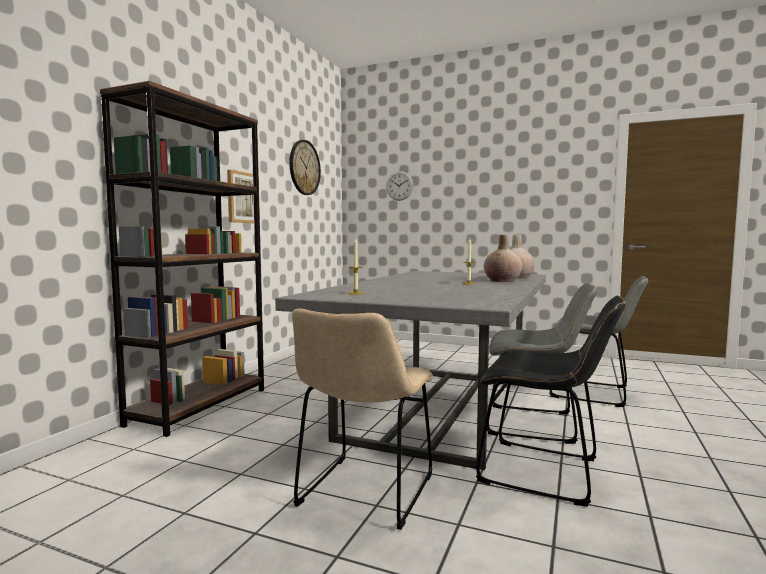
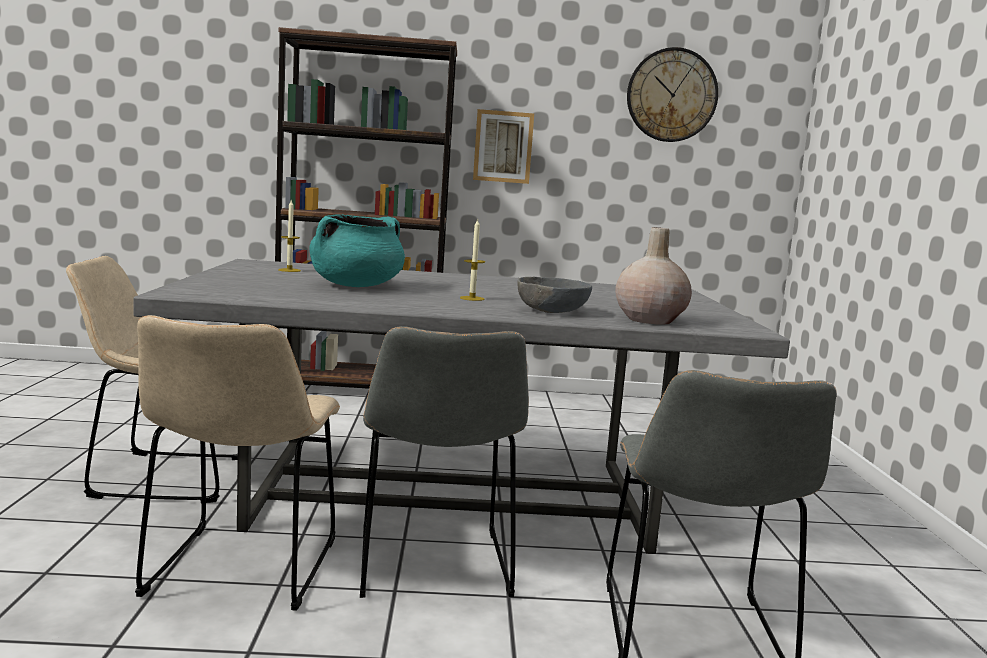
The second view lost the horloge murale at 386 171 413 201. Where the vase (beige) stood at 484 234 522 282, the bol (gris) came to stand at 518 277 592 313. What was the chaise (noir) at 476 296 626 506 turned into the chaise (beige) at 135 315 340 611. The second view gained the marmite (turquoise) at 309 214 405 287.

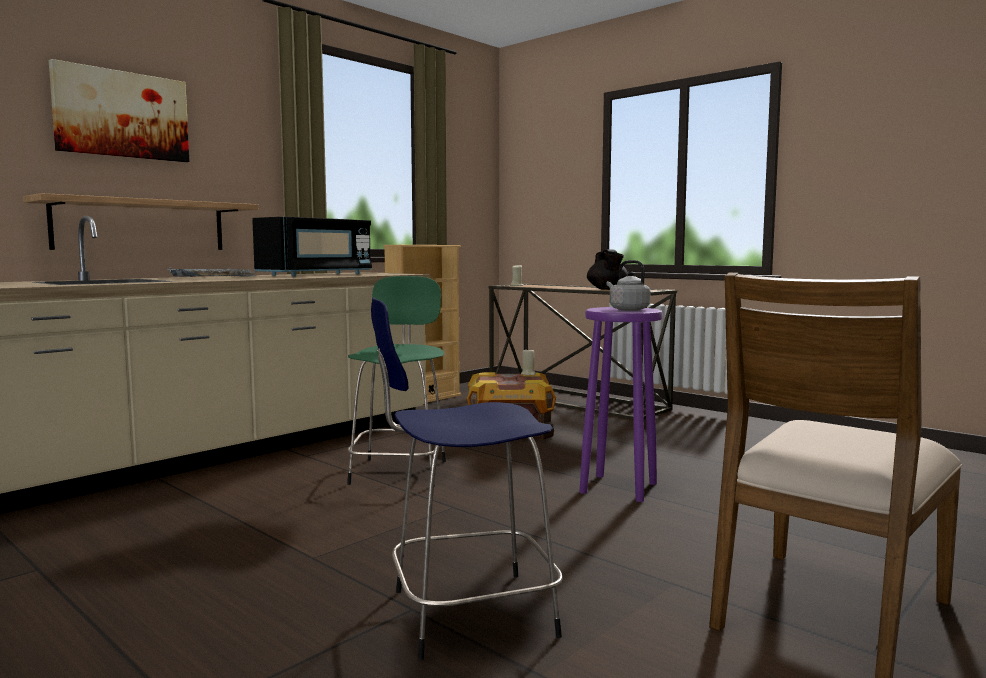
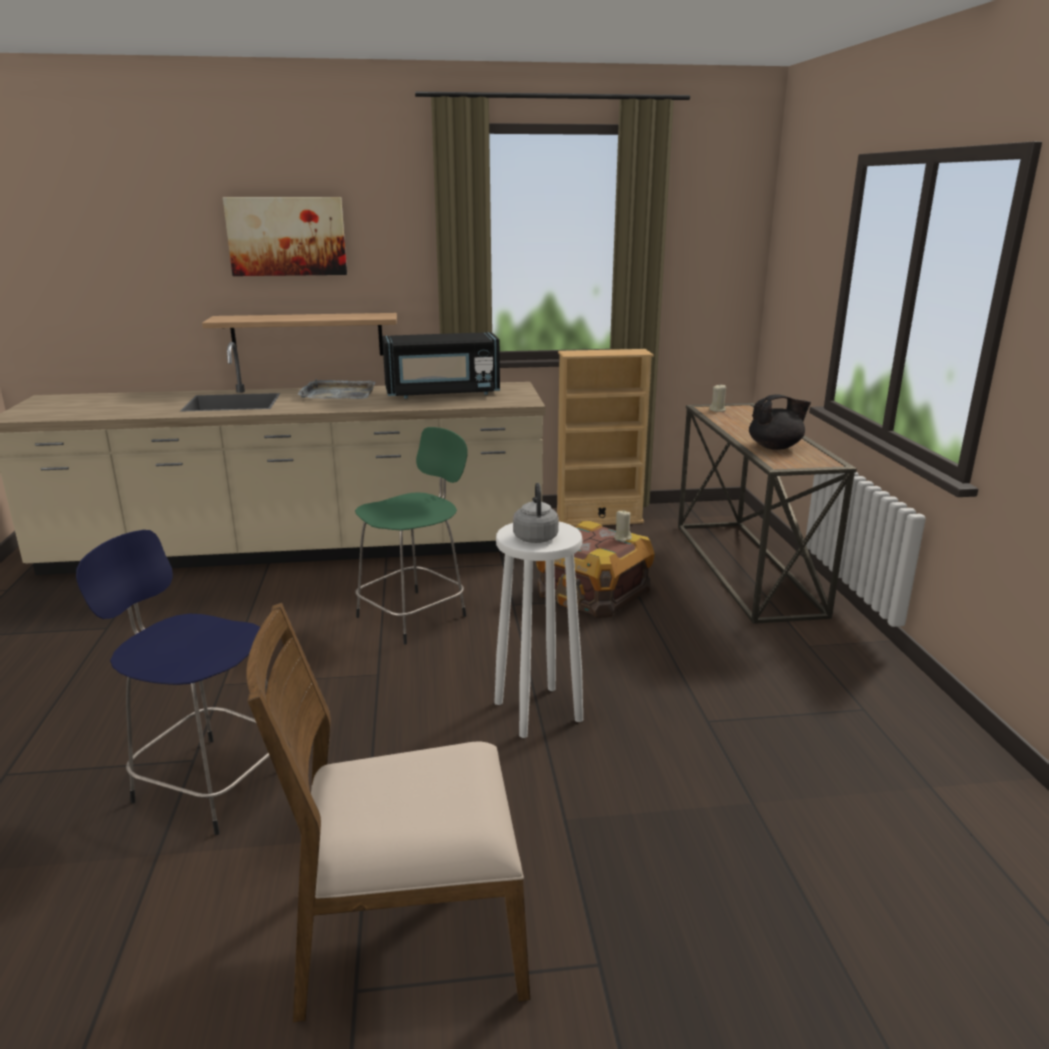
The théière (noir) at 587 249 628 290 ended up facing another way, 135 degrees counterclockwise from before. What was the tabouret (violet) at 579 307 663 502 turned into the tabouret (blanc) at 494 522 583 738.

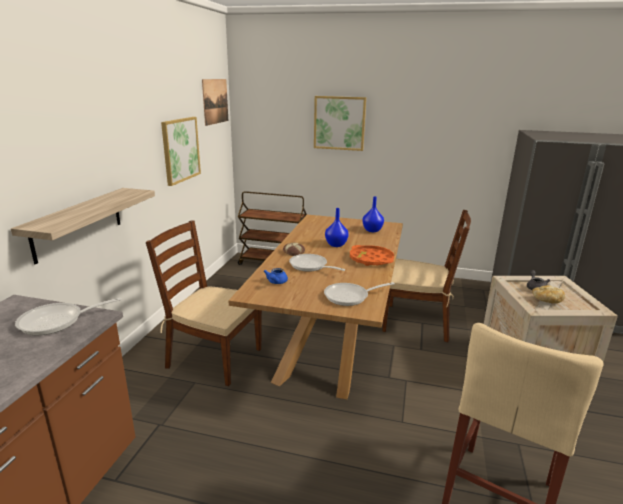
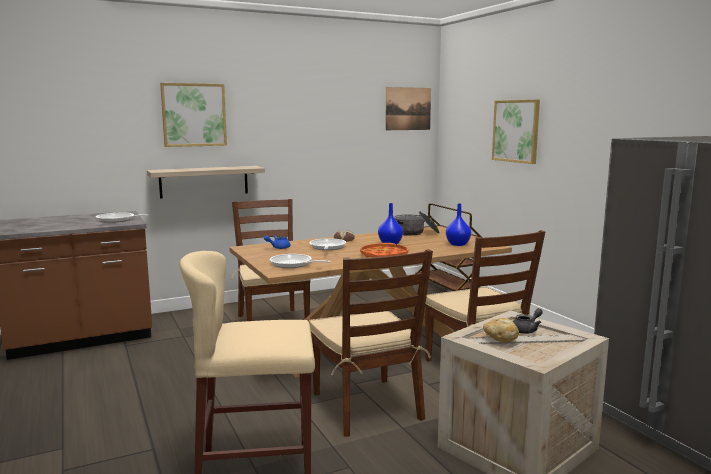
The tableau ended up elsewhere, having gone from 161 117 201 186 to 160 83 227 147. The second view gained the marmite at 394 211 440 236. The second view gained the chaise (marron) at 309 249 433 437.

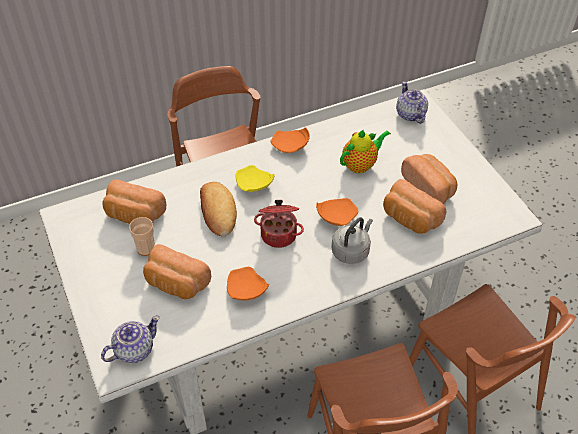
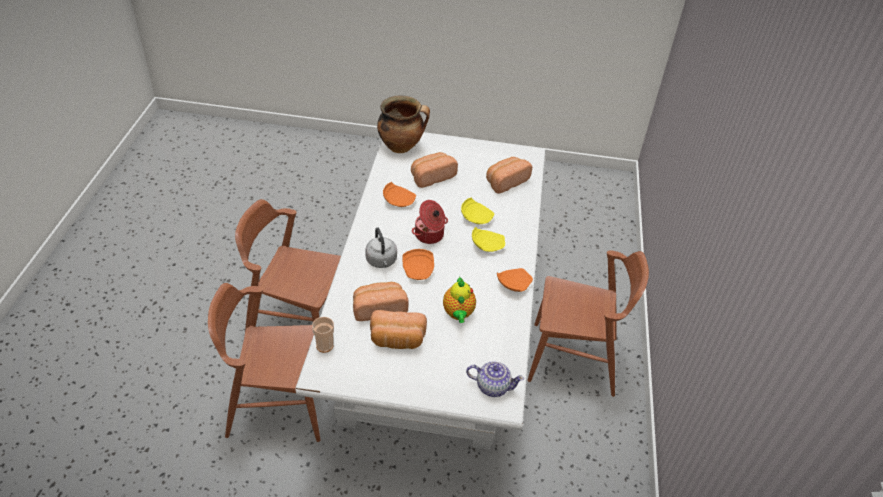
Where the pain stood at 200 182 237 236, the assiette (jaune) came to stand at 461 198 494 224. The tasse ended up elsewhere, having gone from 129 217 155 256 to 312 317 334 353. Where the théière stood at 101 316 160 363, the marmite came to stand at 377 96 430 153.

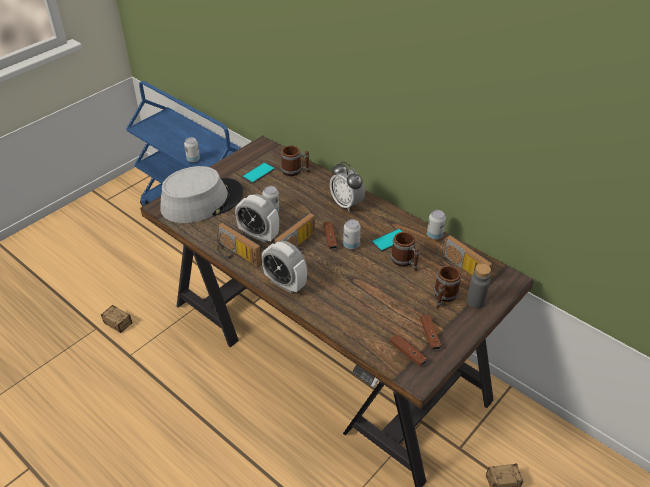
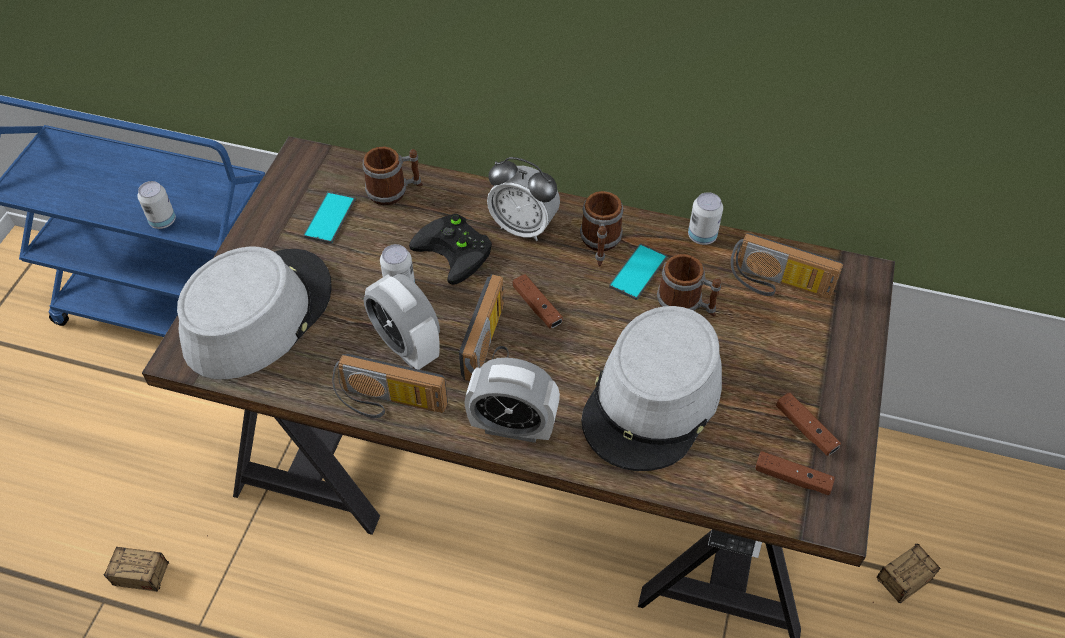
The réveil at 235 194 279 243 ended up facing another way, 45 degrees clockwise from before. The second view lost the boîte métallique at 343 219 361 249. The second view lost the bouteille (gris) at 467 264 491 308. The mug ended up elsewhere, having gone from 433 265 461 309 to 580 191 623 267. The second view gained the manette (noir) at 409 214 492 285. The second view gained the chapeau (gris) at 581 306 722 471.

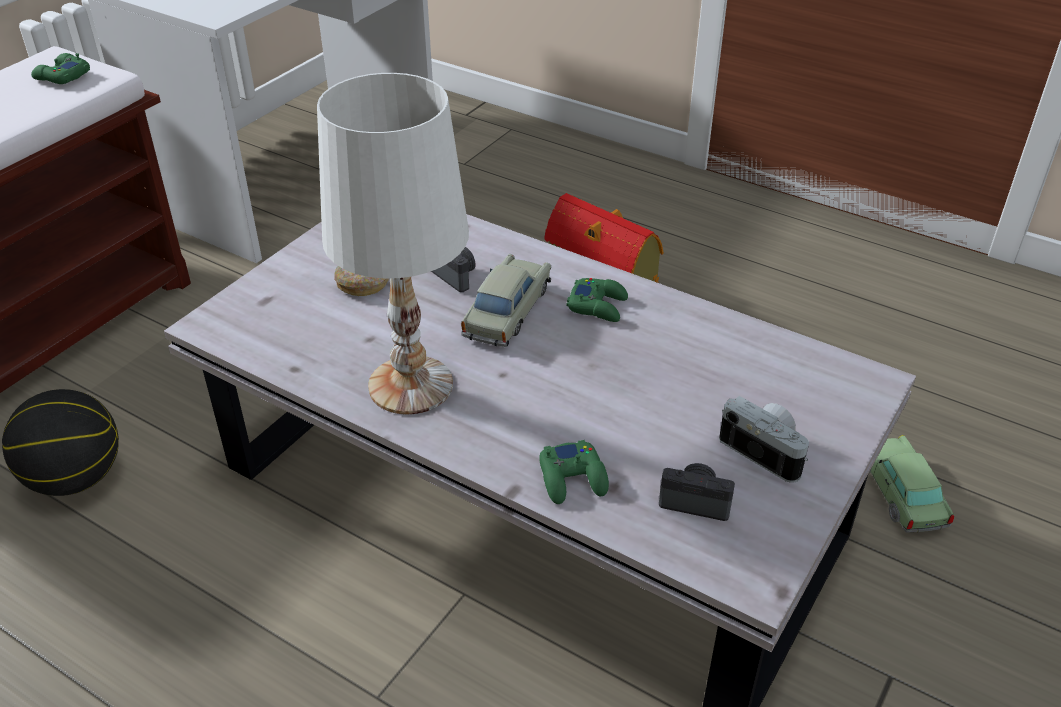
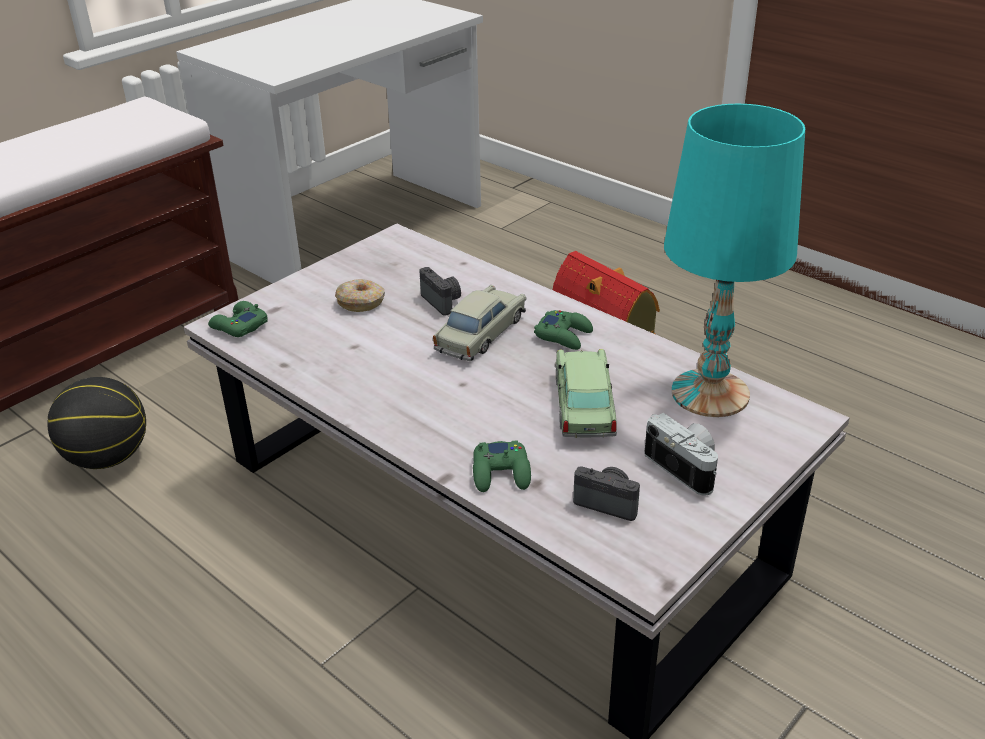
The manette (vert) ended up elsewhere, having gone from 31 53 90 84 to 208 301 268 337. The second view lost the lampe de table (blanc) at 317 73 469 415. The petite voiture ended up elsewhere, having gone from 869 435 954 533 to 555 349 617 438. The second view gained the lampe de table (turquoise) at 664 104 805 417.

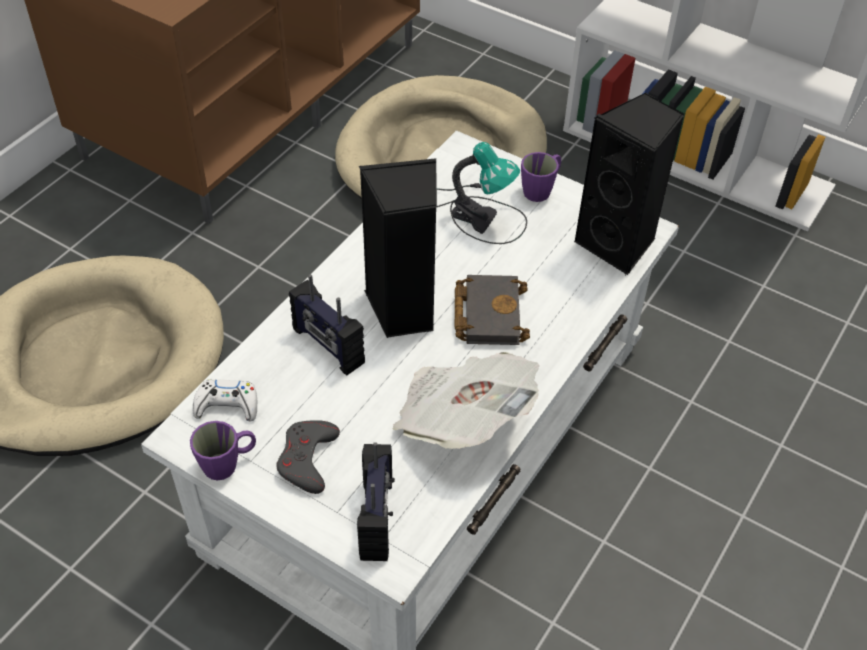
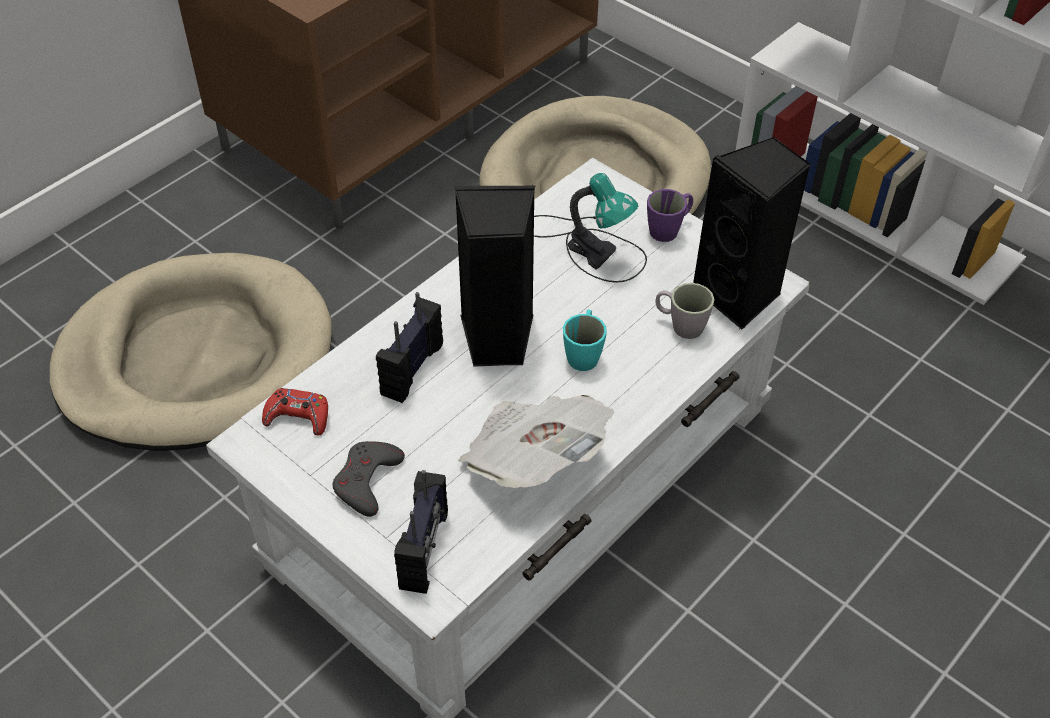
The radio at 289 274 365 375 ended up facing another way, 60 degrees clockwise from before. Where the livre (noir) stood at 455 275 530 345, the mug (turquoise) came to stand at 563 309 607 371. What was the manette (blanc) at 193 379 257 421 turned into the manette (rouge) at 262 388 328 435. The second view lost the mug (violet) at 190 421 256 480. The second view gained the mug (gris) at 655 283 715 339.

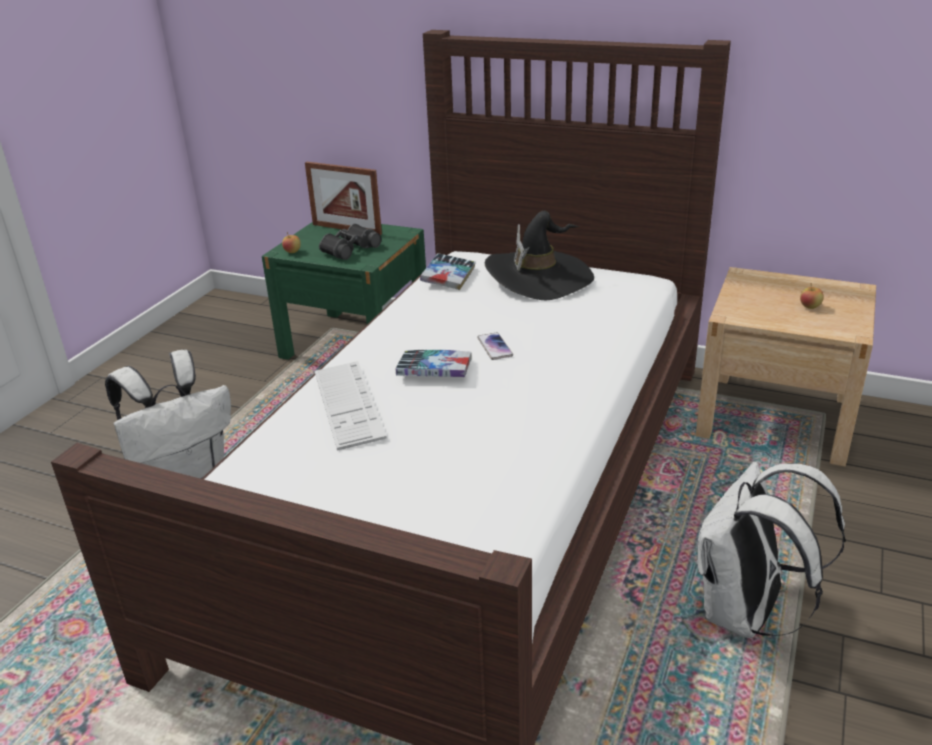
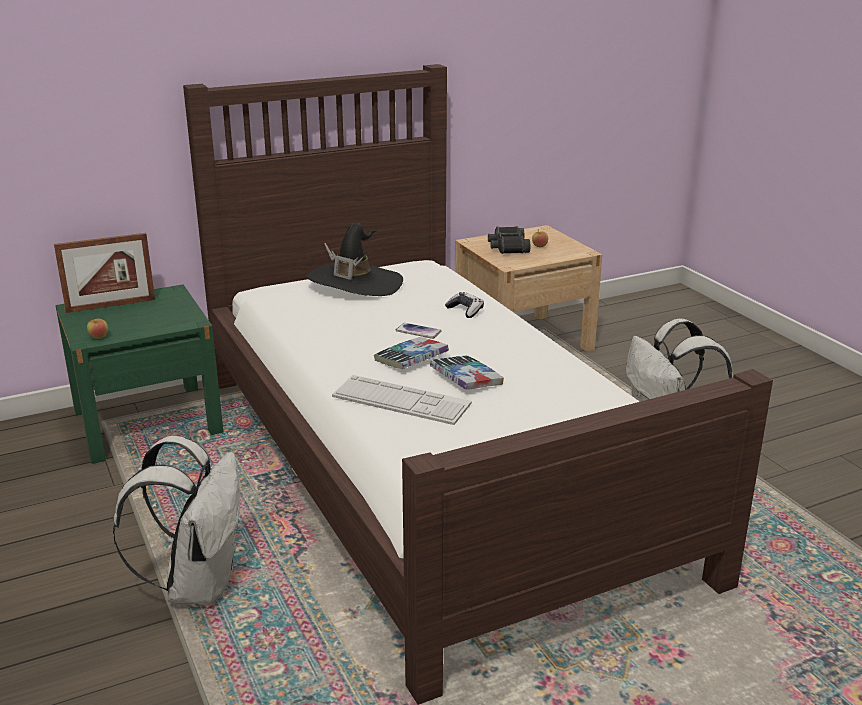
The jumelles (noir) ended up elsewhere, having gone from 319 224 381 260 to 488 226 530 254. The livre ended up elsewhere, having gone from 420 253 476 290 to 430 355 504 390. The second view gained the manette at 445 292 484 318.

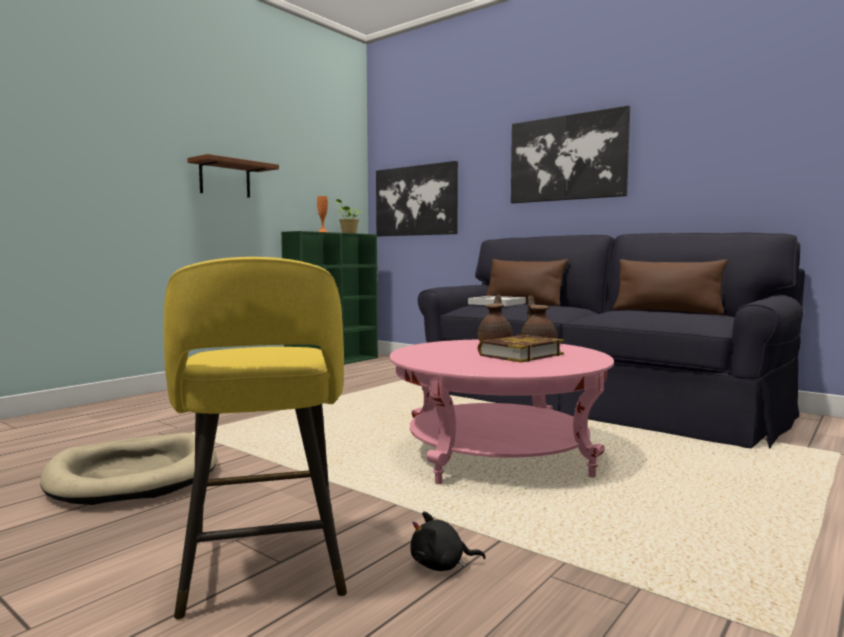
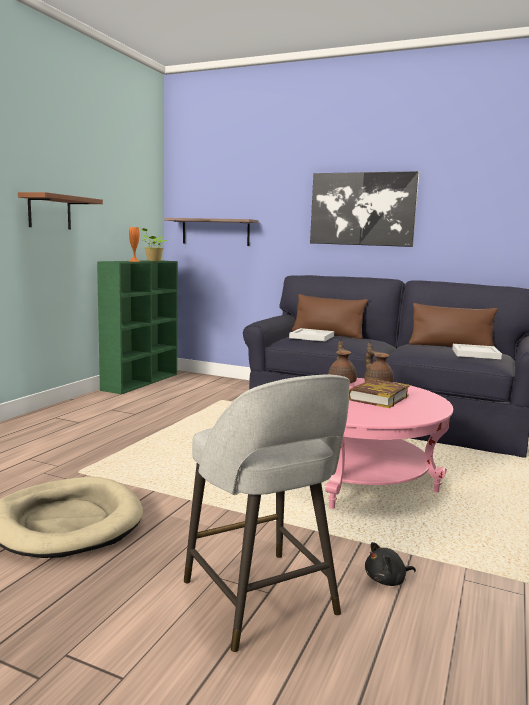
Where the tableau hung at 376 161 458 236, the étagère came to hang at 164 218 259 246. What was the tabouret (jaune) at 164 257 347 620 turned into the tabouret (gris) at 184 375 350 652. The second view gained the plateau (blanc) at 452 344 502 359.

